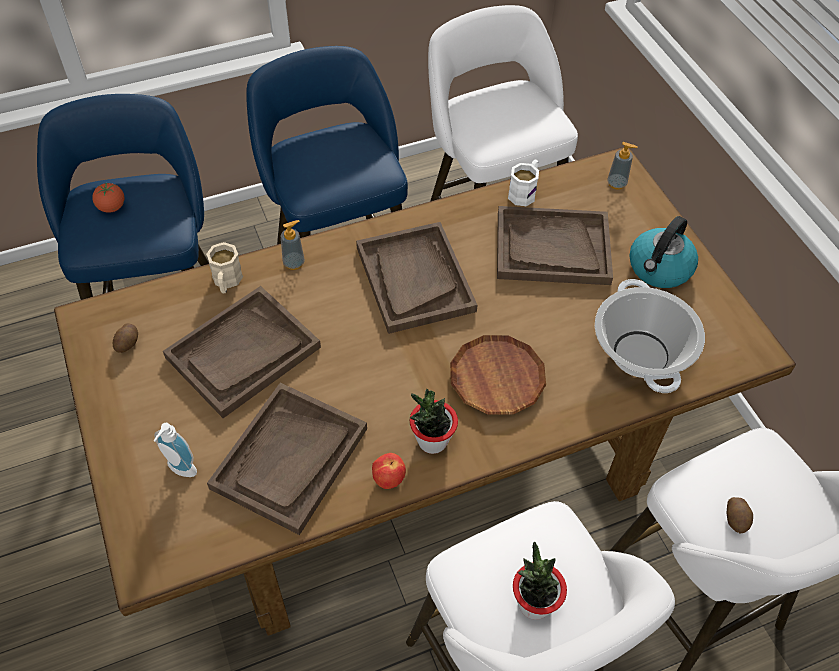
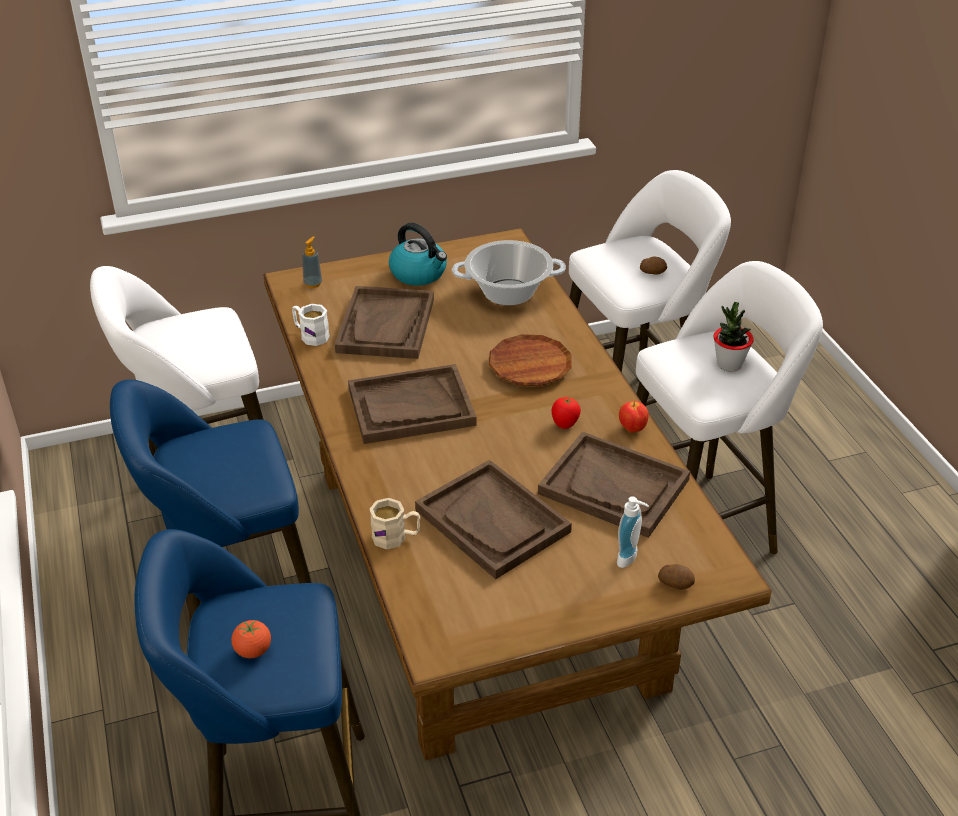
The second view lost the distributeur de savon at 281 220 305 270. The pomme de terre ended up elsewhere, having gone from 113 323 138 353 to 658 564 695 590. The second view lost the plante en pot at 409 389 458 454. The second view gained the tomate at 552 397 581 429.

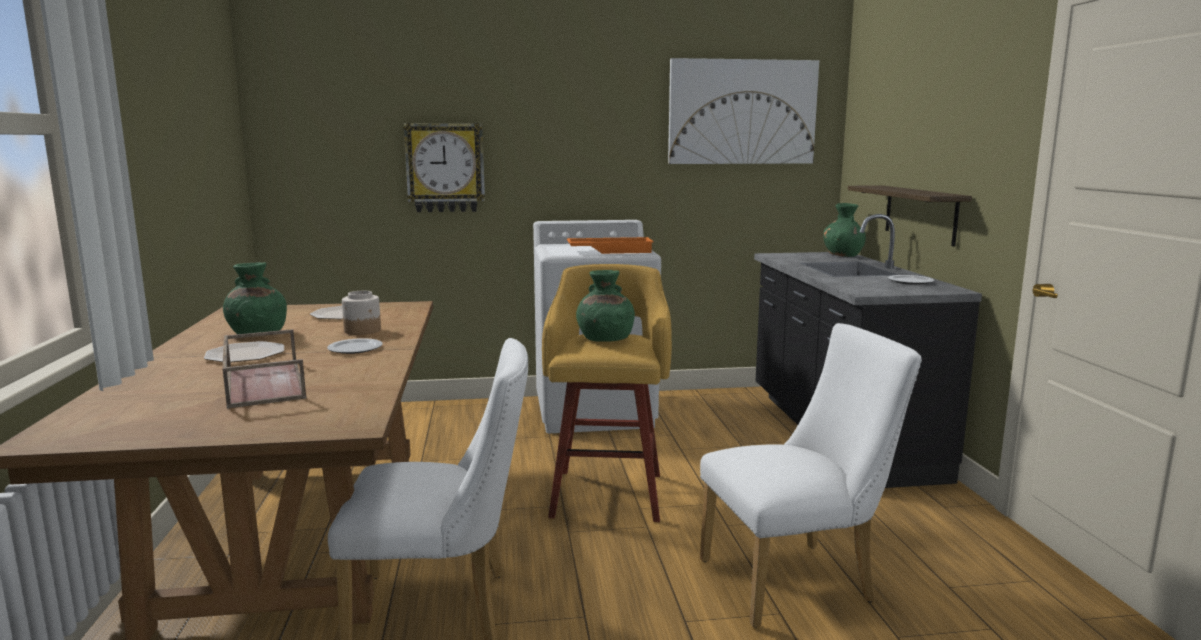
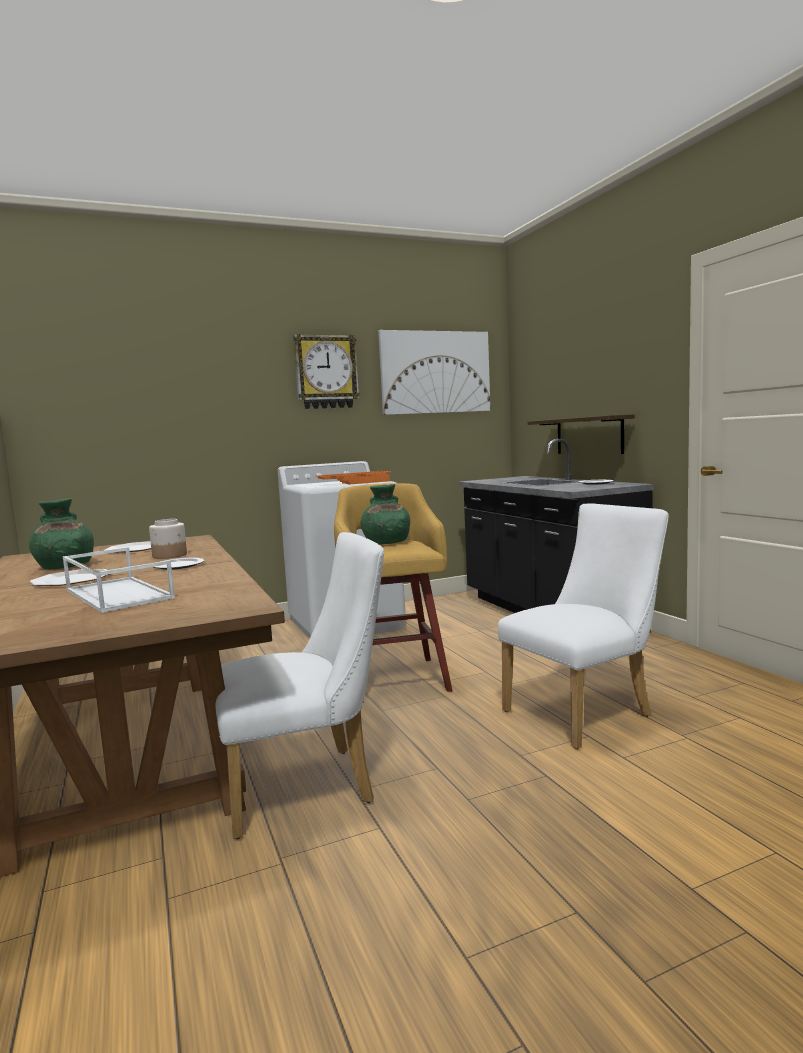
The horloge murale ended up elsewhere, having gone from 403 123 485 212 to 293 334 360 409. The second view lost the vase (vert) at 824 203 866 257. What was the plateau (marron) at 222 329 307 409 turned into the plateau (blanc) at 63 547 175 613.

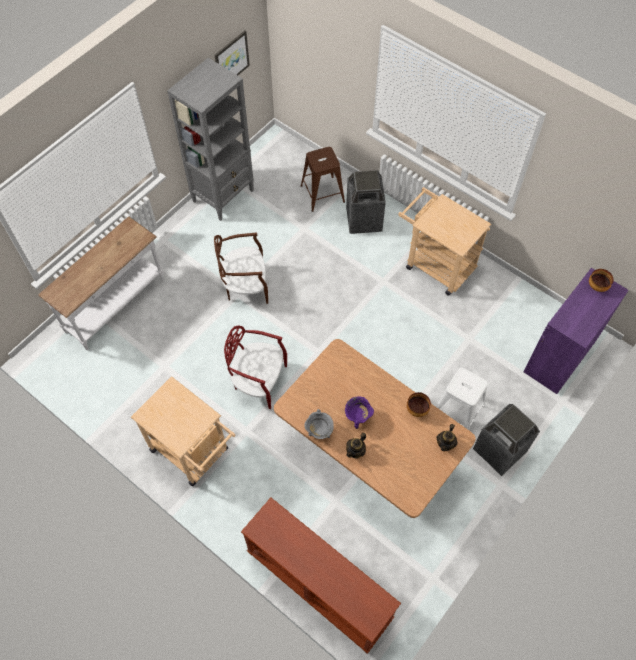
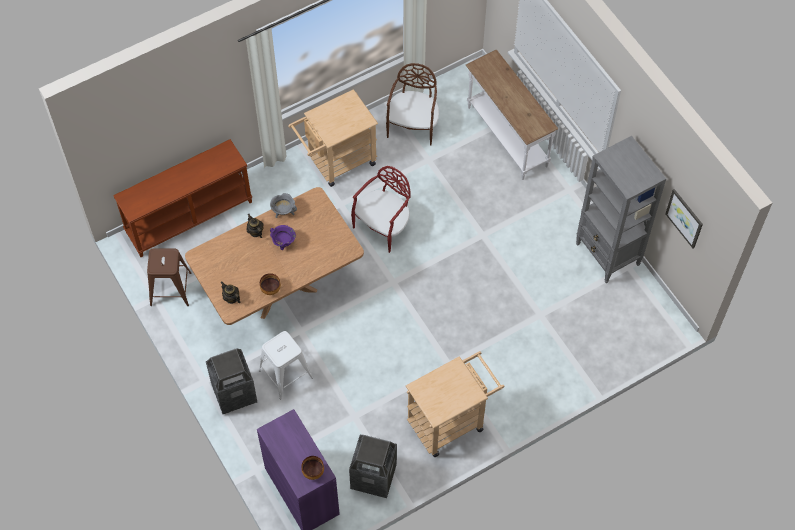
The tabouret (marron) ended up elsewhere, having gone from 301 147 345 212 to 147 248 191 306. The poubelle ended up elsewhere, having gone from 346 170 386 234 to 349 435 397 498. The chaise (marron) ended up elsewhere, having gone from 214 232 268 304 to 385 63 439 145.

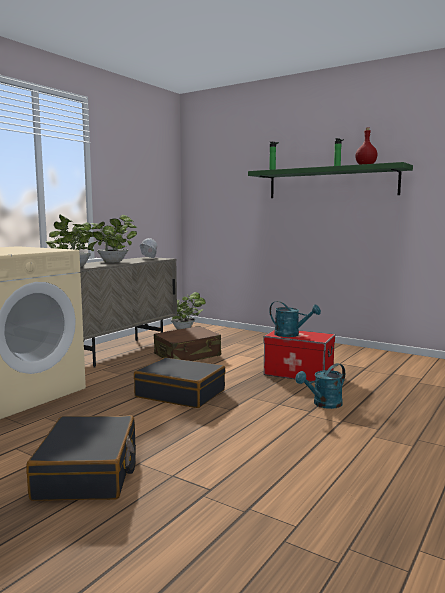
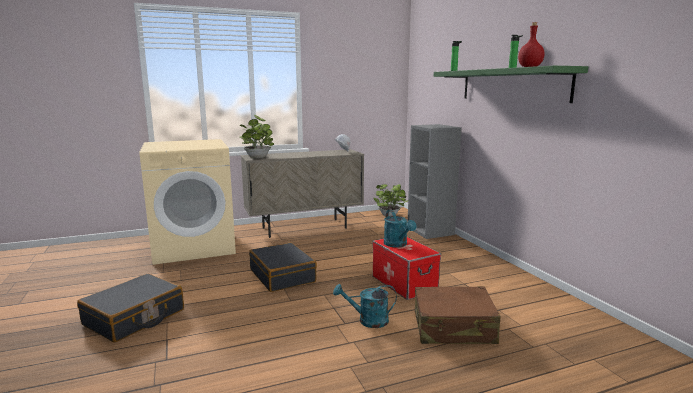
The second view lost the plante en pot at 91 215 137 263. The valise (marron) ended up elsewhere, having gone from 154 326 221 361 to 415 286 501 344. The second view gained the bibliothèque (gris) at 408 124 462 239.

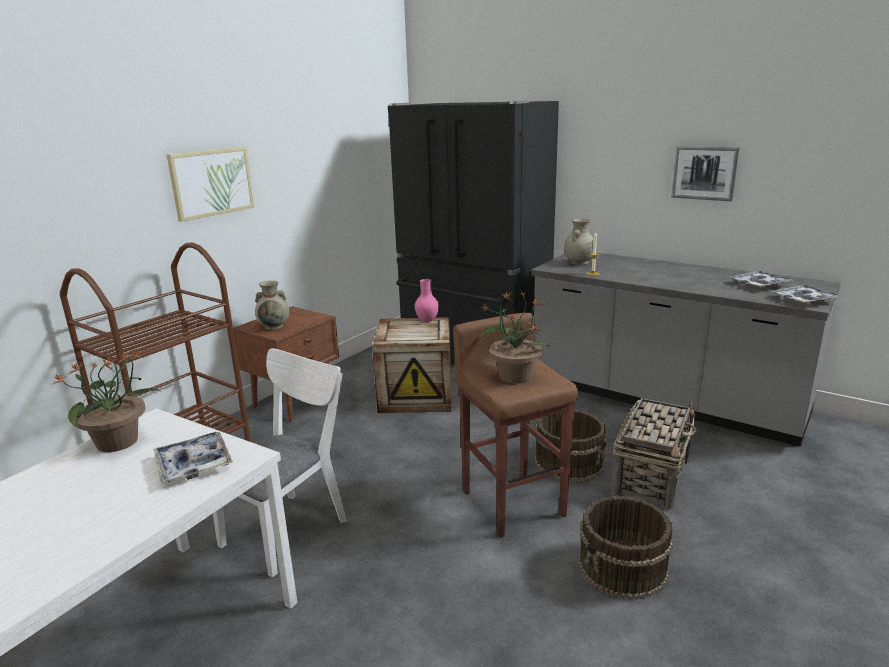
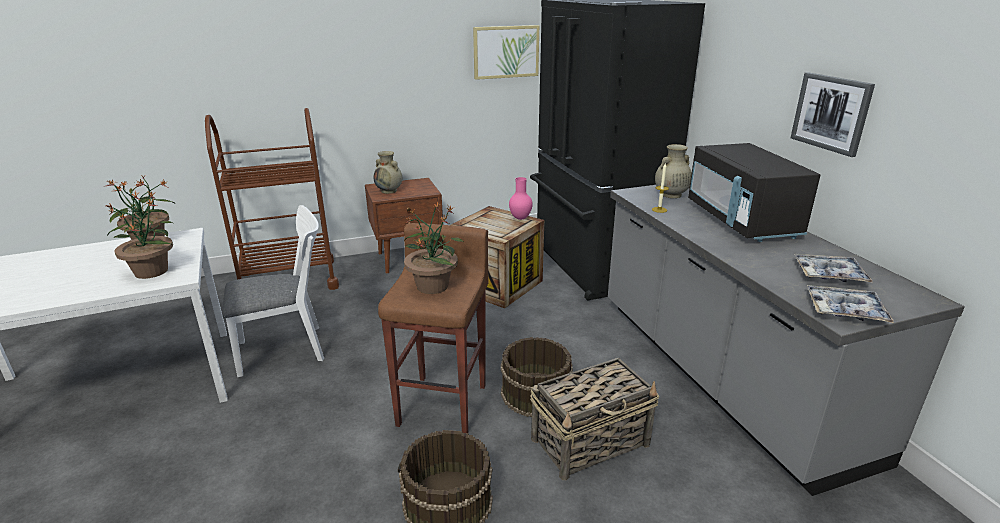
The tableau ended up elsewhere, having gone from 167 147 254 222 to 473 25 539 80. Where the plateau stood at 153 432 233 483, the plante en pot came to stand at 105 191 174 279. The second view gained the micro-ondes (noir) at 688 143 820 242.

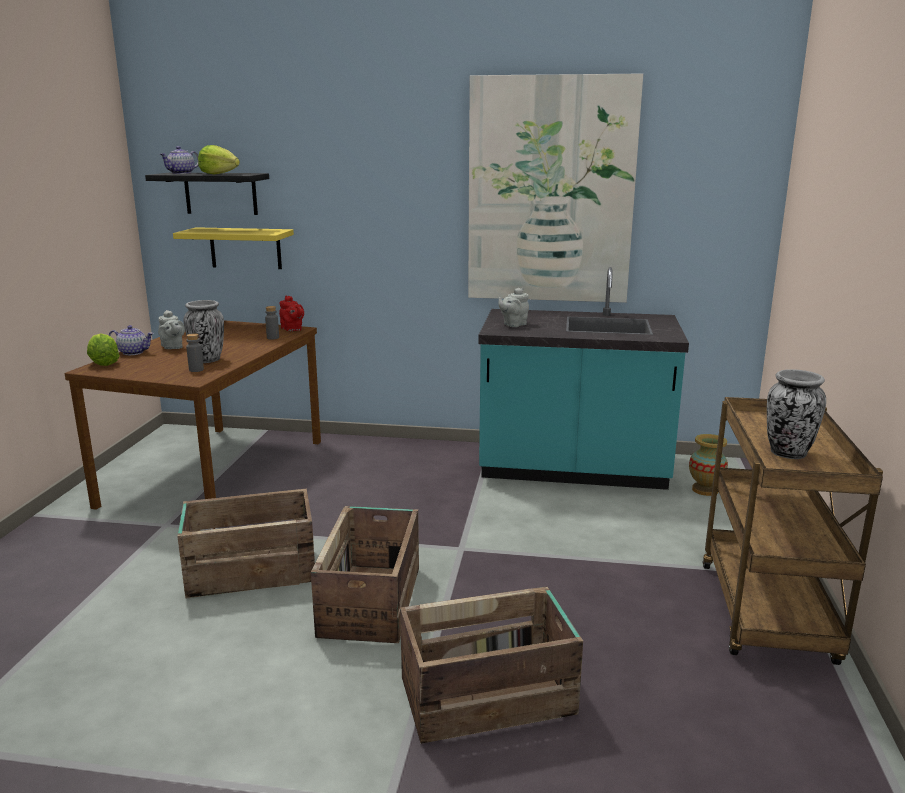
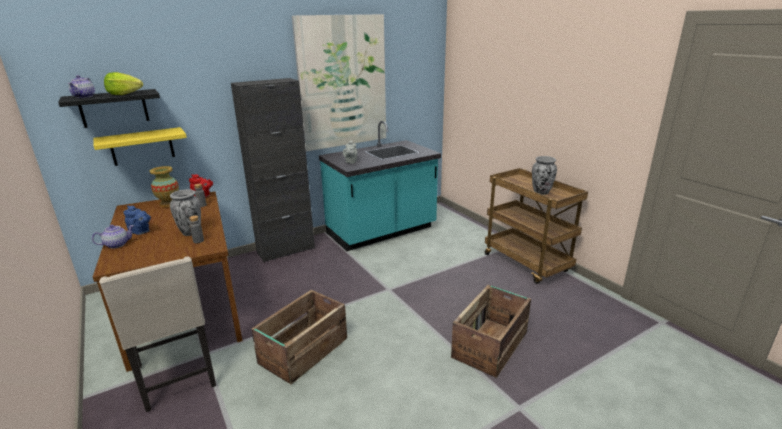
What was the théière (gris) at 158 310 185 349 turned into the théière (bleu) at 124 206 151 235. The second view lost the laitue at 87 333 120 366. The vase ended up elsewhere, having gone from 689 434 728 496 to 150 166 179 207. The second view lost the caisse at 311 506 419 643. The second view gained the meuble de rangement (noir) at 231 78 315 262. The second view gained the chaise (beige) at 99 256 216 412.

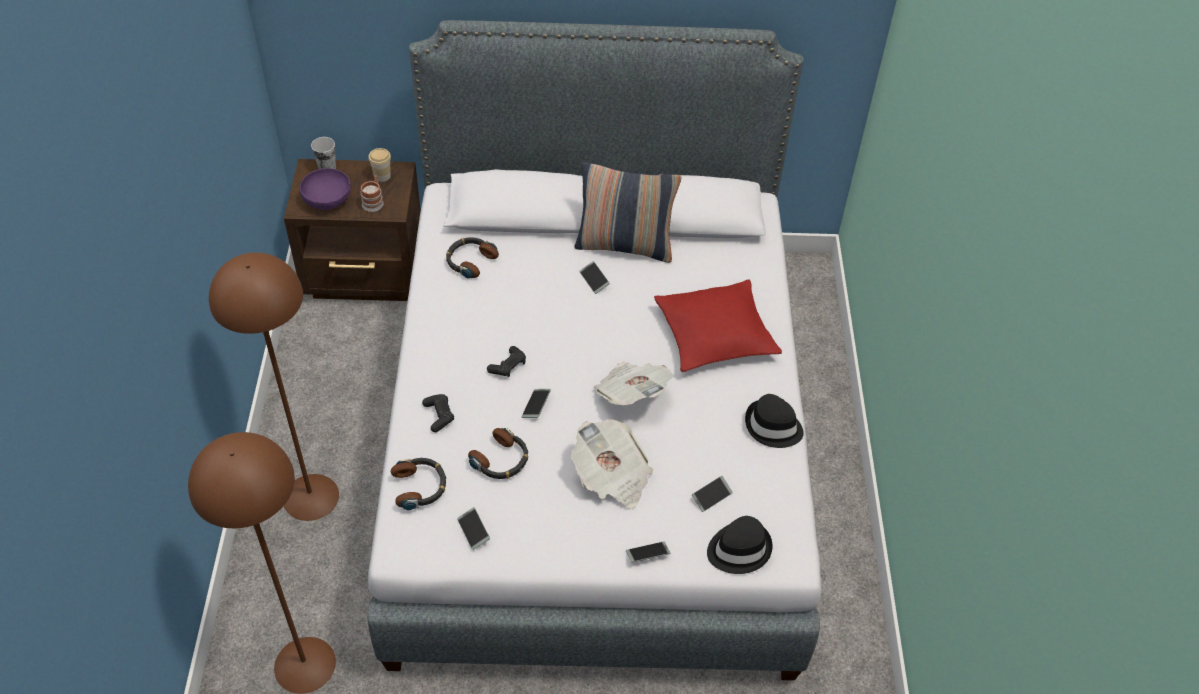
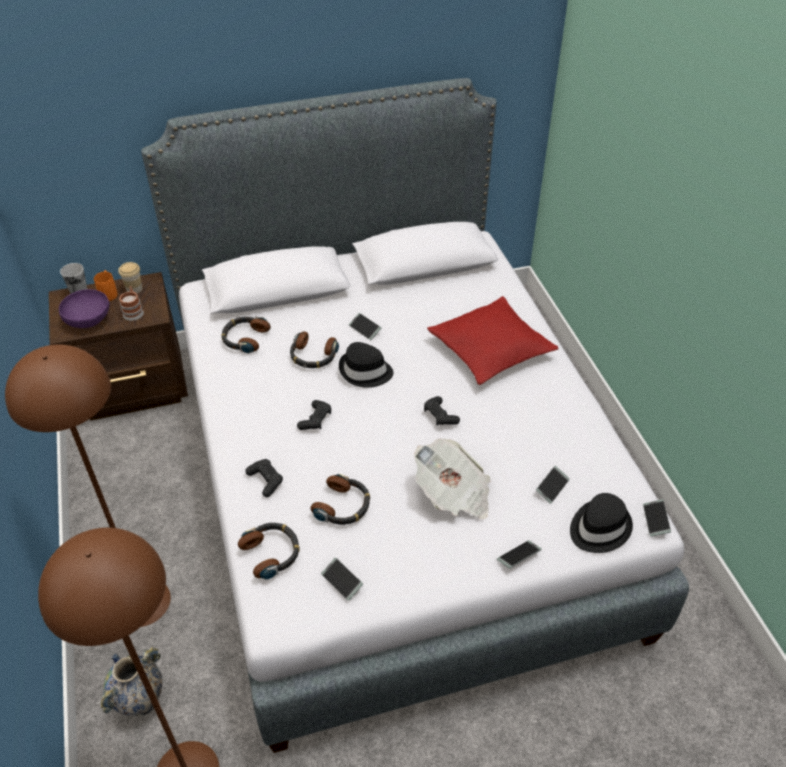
The second view lost the coussin at 574 162 681 263. Where the journal stood at 593 362 674 405, the manette (noir) came to stand at 424 396 460 426. The téléphone ended up elsewhere, having gone from 522 389 551 418 to 643 499 671 537. The chapeau (noir) ended up elsewhere, having gone from 745 394 804 448 to 339 342 393 388. The second view gained the mug (orange) at 94 270 118 301. The second view gained the casque audio at 290 332 339 368. The second view gained the vase at 101 647 162 716.

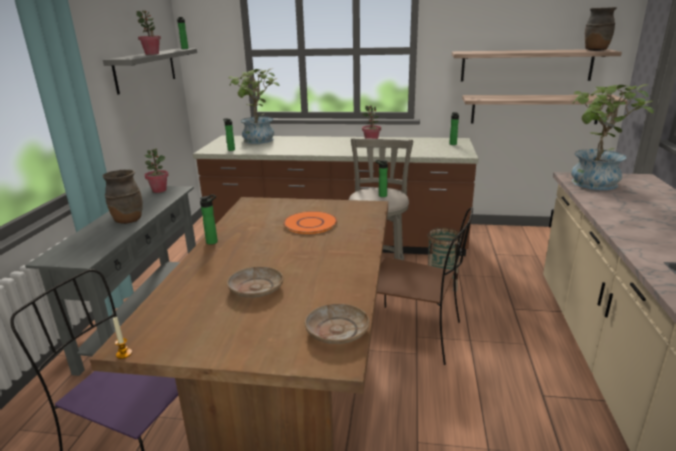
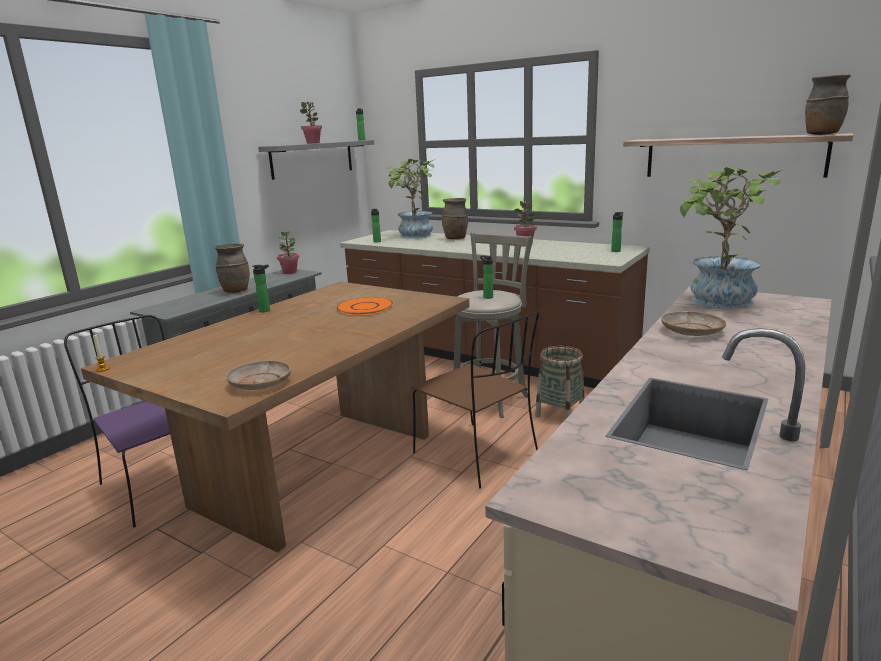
The second view lost the étagère at 462 95 628 124. The assiette (beige) ended up elsewhere, having gone from 227 267 283 298 to 661 311 726 336. The second view gained the vase (marron) at 442 198 468 239.

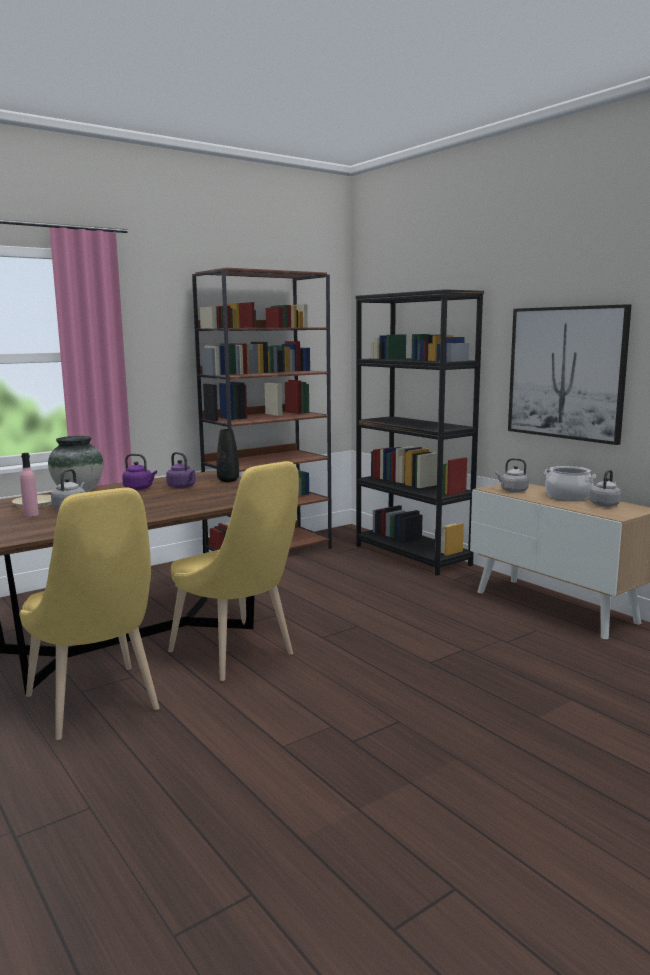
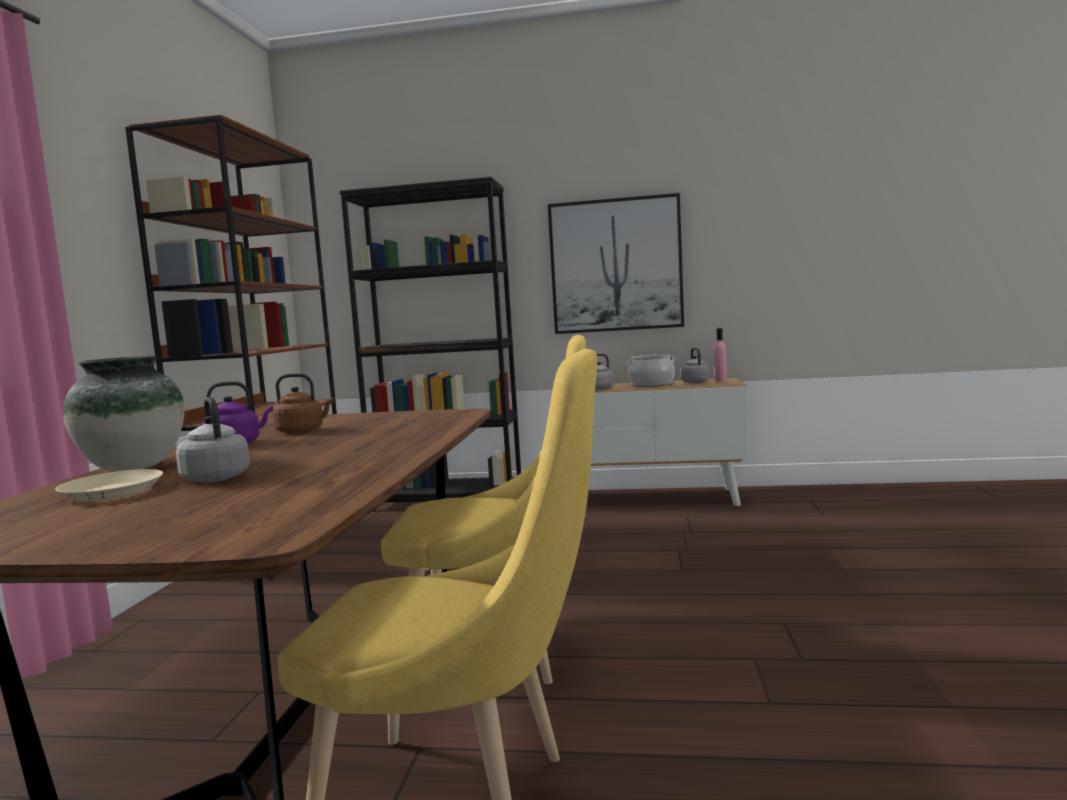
The second view lost the vase (noir) at 217 429 239 482. What was the bouilloire (violet) at 166 452 196 489 turned into the bouilloire (marron) at 272 373 334 434. The bouteille (rose) ended up elsewhere, having gone from 20 453 39 517 to 714 328 727 382.

